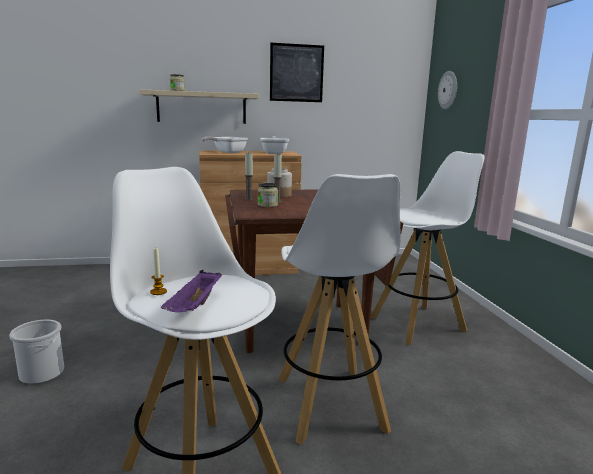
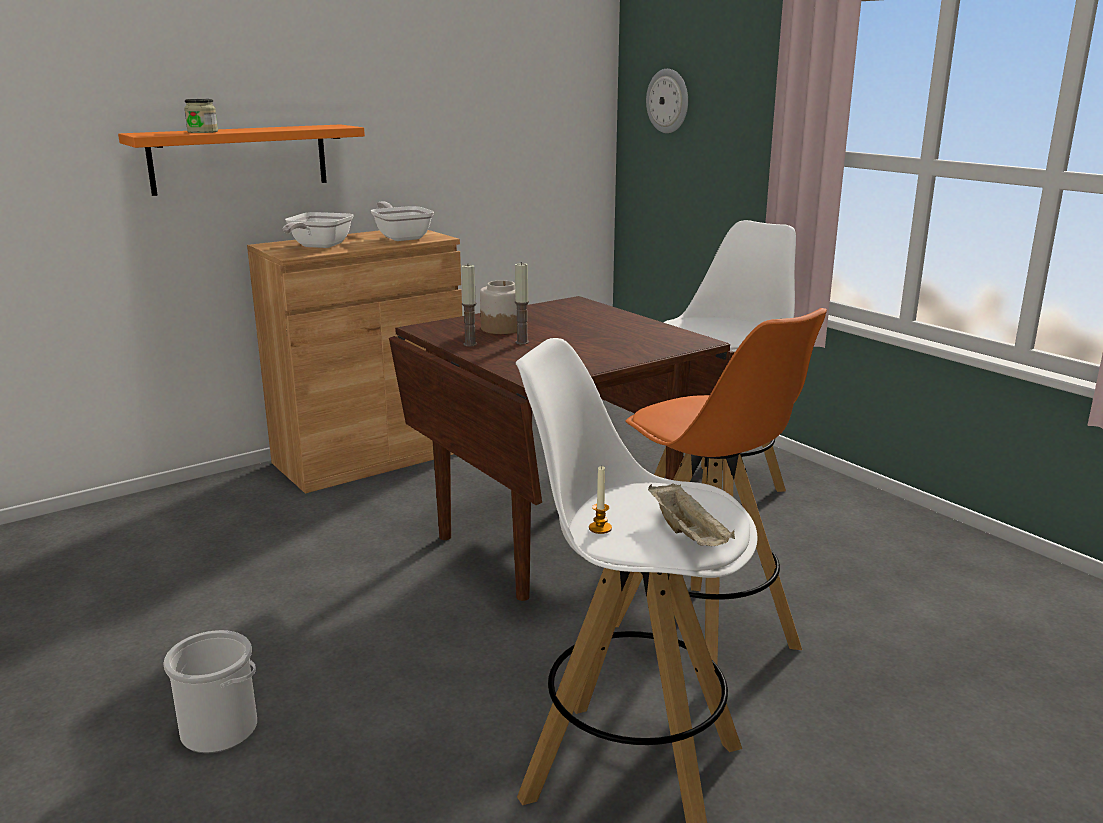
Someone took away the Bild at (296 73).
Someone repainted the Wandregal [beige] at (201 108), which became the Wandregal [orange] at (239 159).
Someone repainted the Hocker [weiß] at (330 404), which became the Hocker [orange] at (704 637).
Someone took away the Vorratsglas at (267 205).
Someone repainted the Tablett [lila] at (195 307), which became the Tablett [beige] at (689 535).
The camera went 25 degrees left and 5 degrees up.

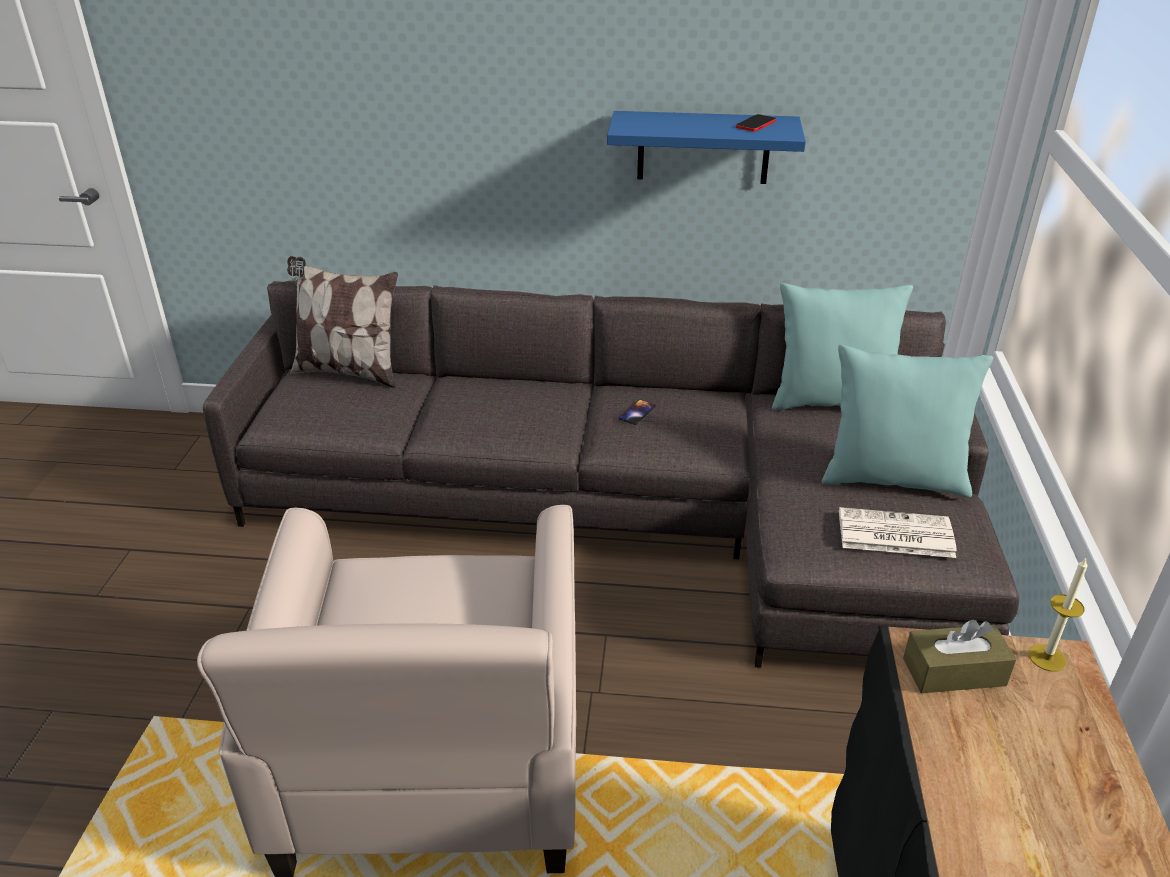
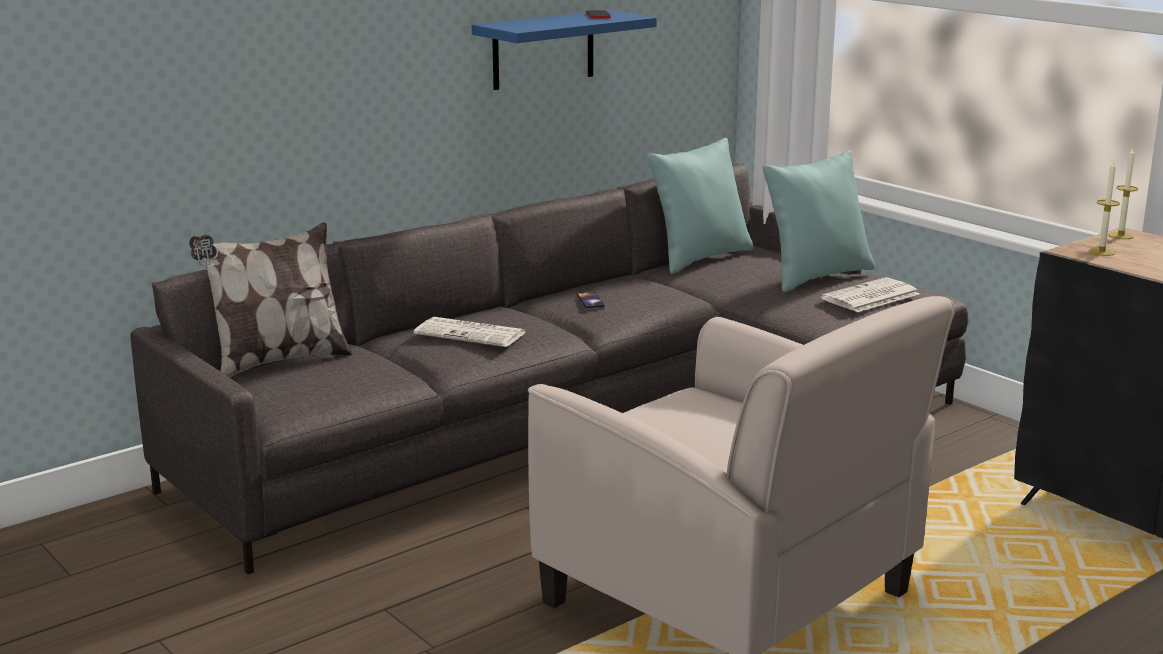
Someone swapped the Taschentuchbox [braun] at (954 672) for the Kerze at (1101 252).
Someone put down the Zeitung at (472 333).
The camera went 45 degrees left and 15 degrees down.

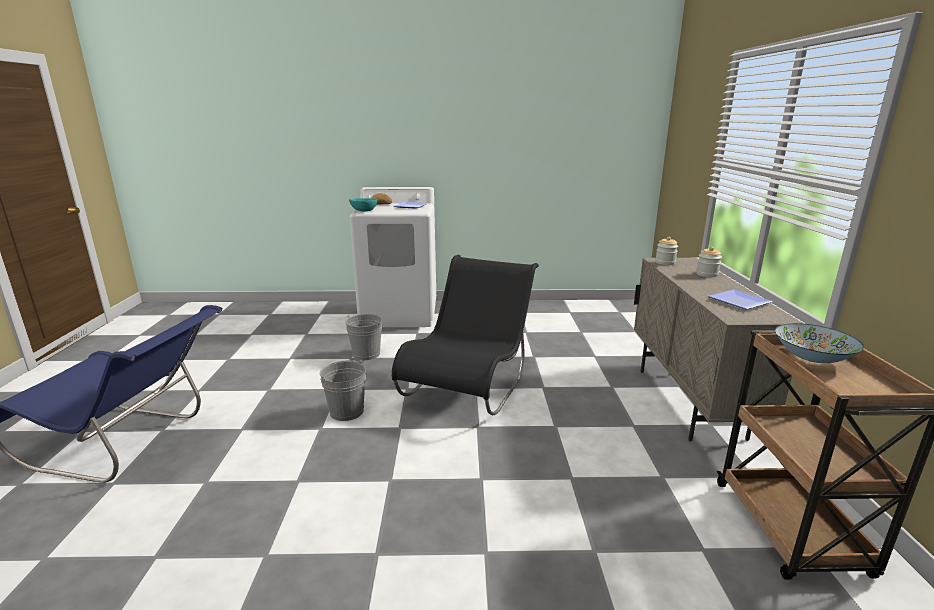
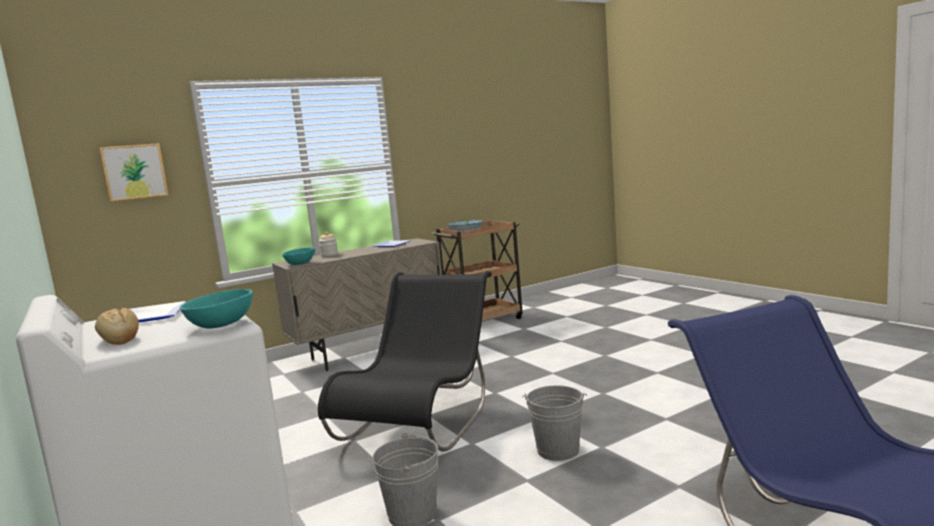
Someone swapped the Vorratsglas at (665 262) for the Schüssel [türkis] at (300 263).
Someone rotated the Stuhl [schwarz] at (470 383) by 120 degrees clockwise.
Someone put up the Bild at (134 172).
The camera went 120 degrees left and 10 degrees down.

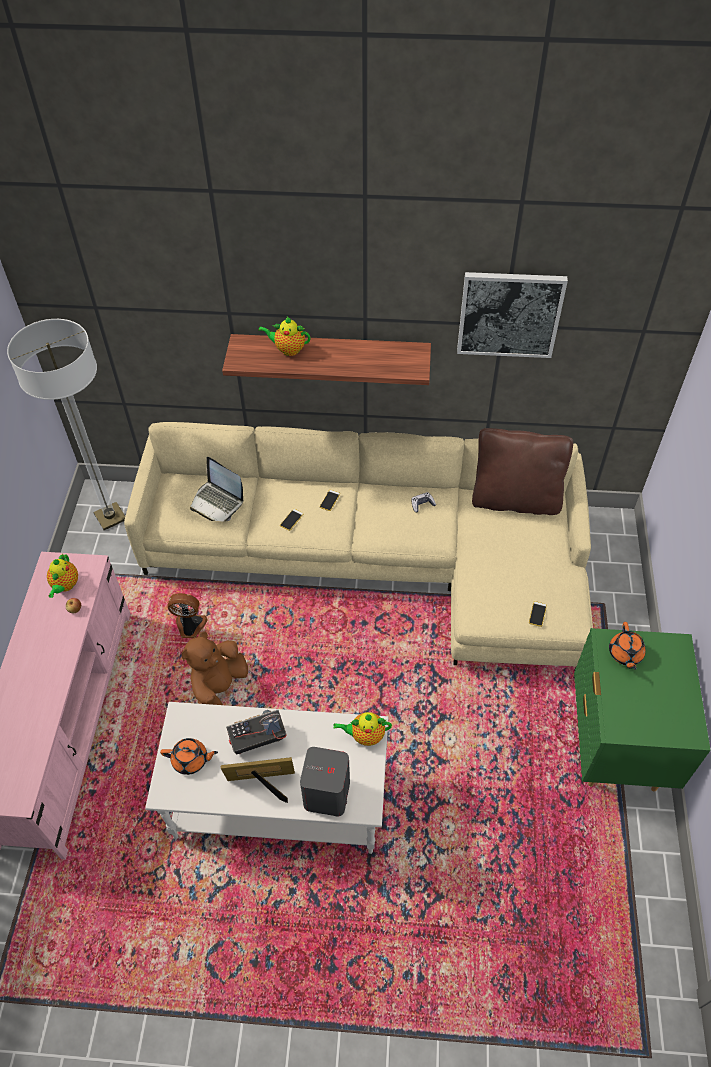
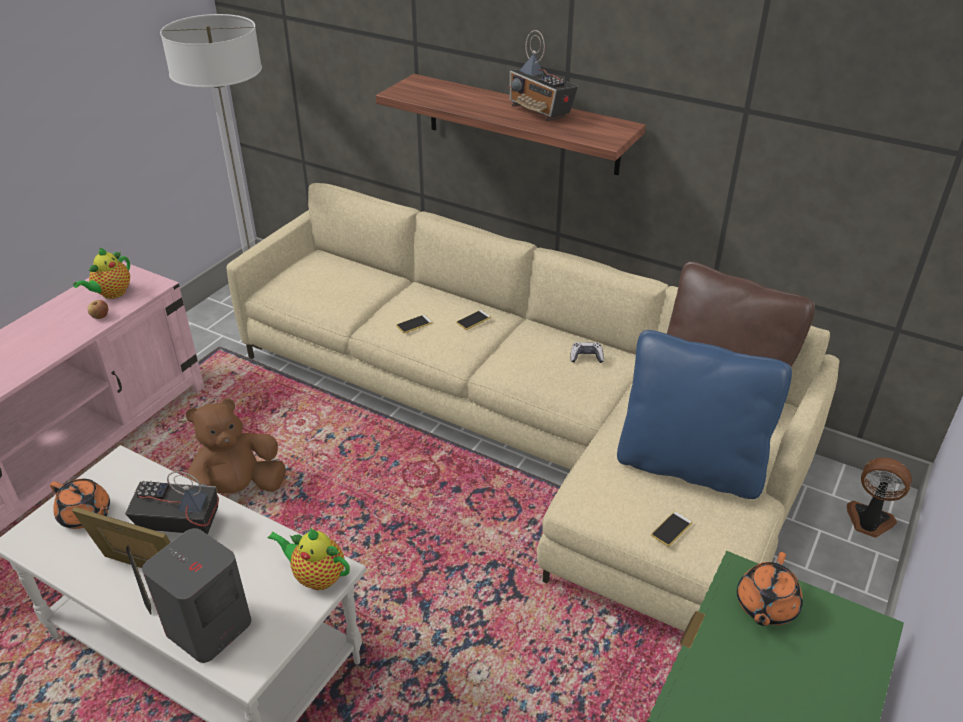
Someone took away the Bild at (509 314).
Someone took away the Teekanne at (288 349).
Someone took away the Laptop at (217 502).
Someone carried the Ventilator from (190 627) to (868 521).
Someone put down the Radio at (540 112).
Someone put down the Kissen [blau] at (689 466).
The camera went 25 degrees right and 15 degrees down.

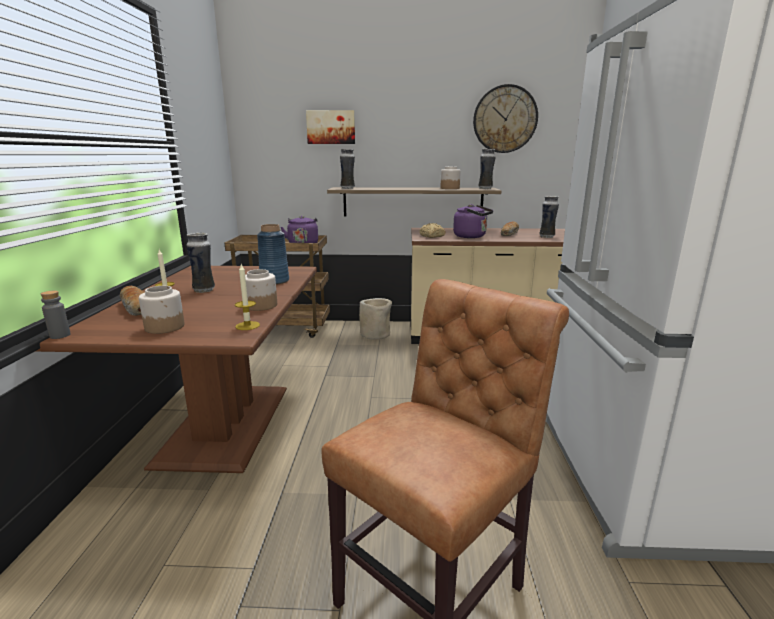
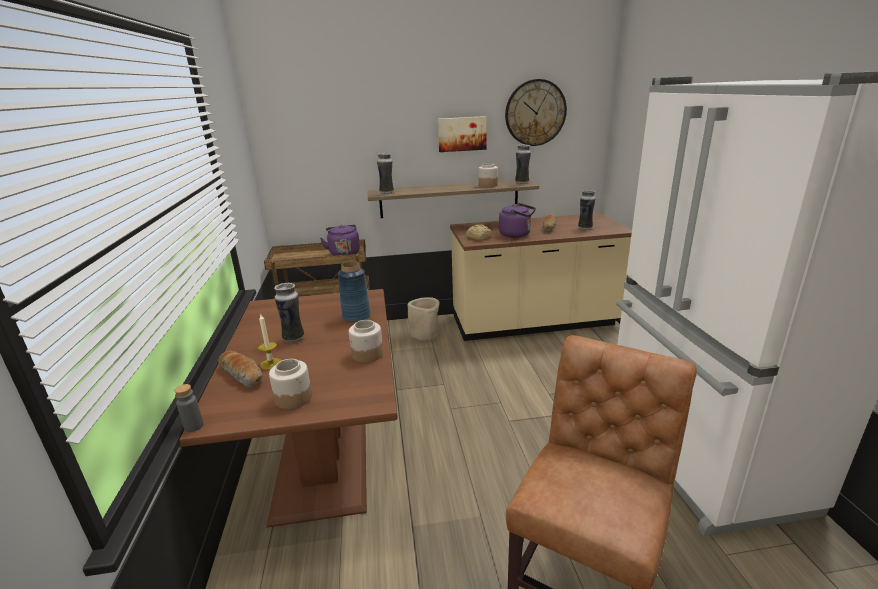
Someone carried the Bild from (331 127) to (462 134).
Someone took away the Kerze at (247 326).
The camera went 10 degrees left and 5 degrees up.

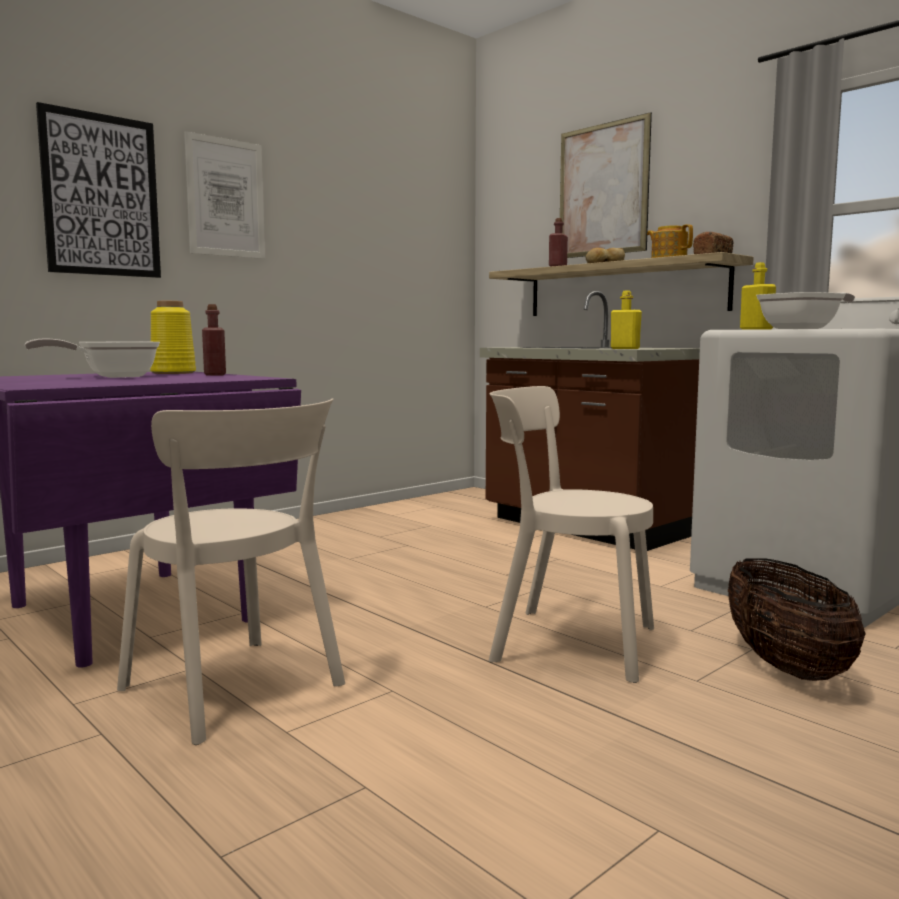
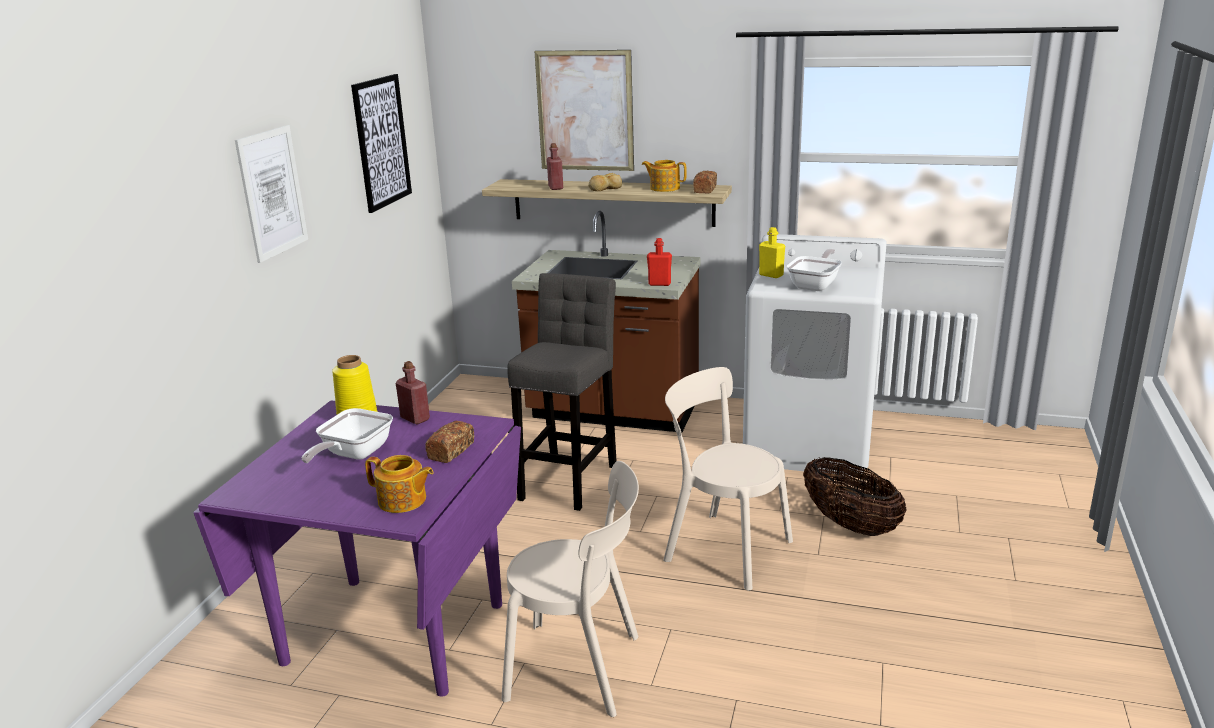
Someone carried the Bild from (101 195) to (381 142).
Someone repainted the Flasche [gelb] at (625 348), which became the Flasche [rot] at (659 284).
Someone rotated the Stuhl [beige] at (565 642) by 45 degrees clockwise.
Someone put down the Hocker [grau] at (570 479).
Someone put down the Brot at (451 451).
Someone put down the Teekanne at (403 501).
The camera went 30 degrees left and 15 degrees up.

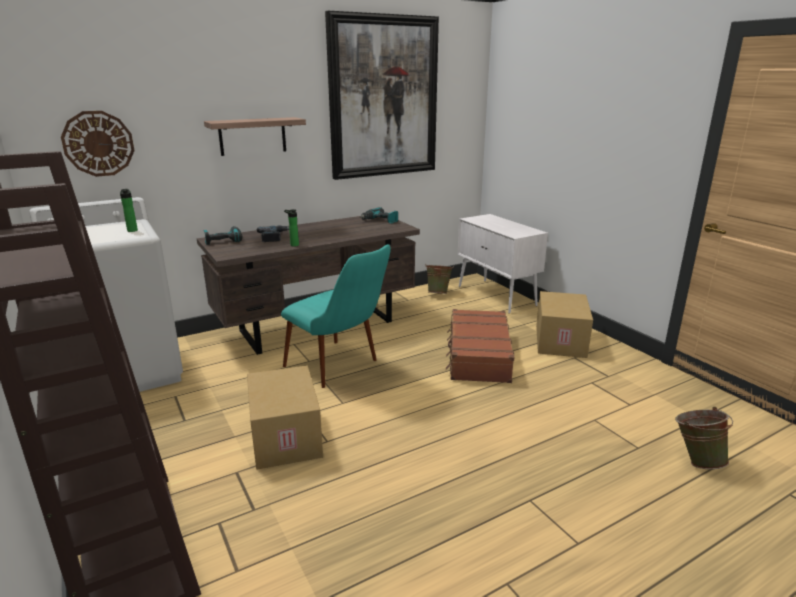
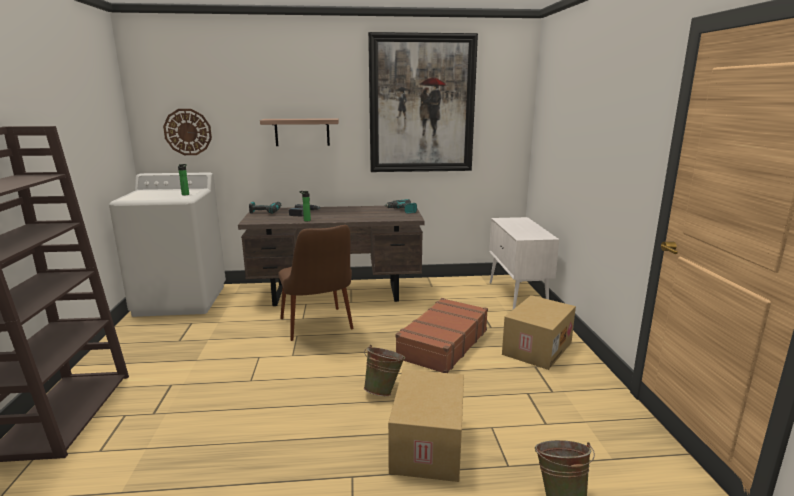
Someone repainted the Stuhl [türkis] at (340 368), which became the Stuhl [braun] at (319 329).
Someone carried the Eimer [grün] from (438 293) to (384 391).
Someone carried the Karton from (284 436) to (426 444).
The camera went 25 degrees right and 5 degrees down.

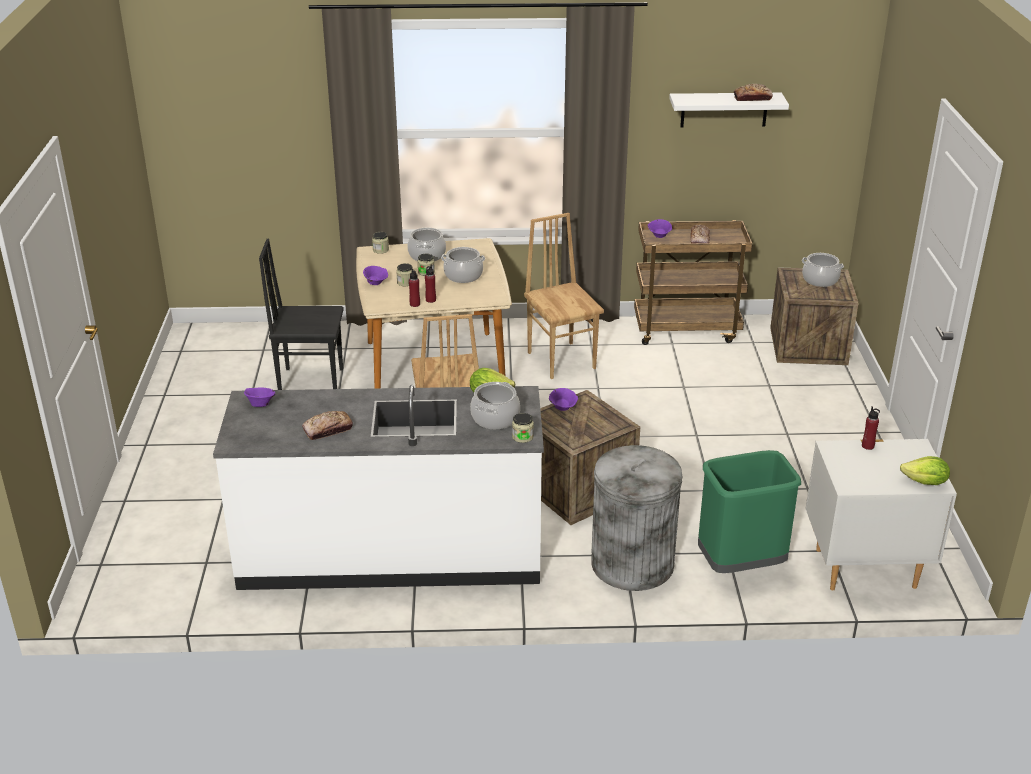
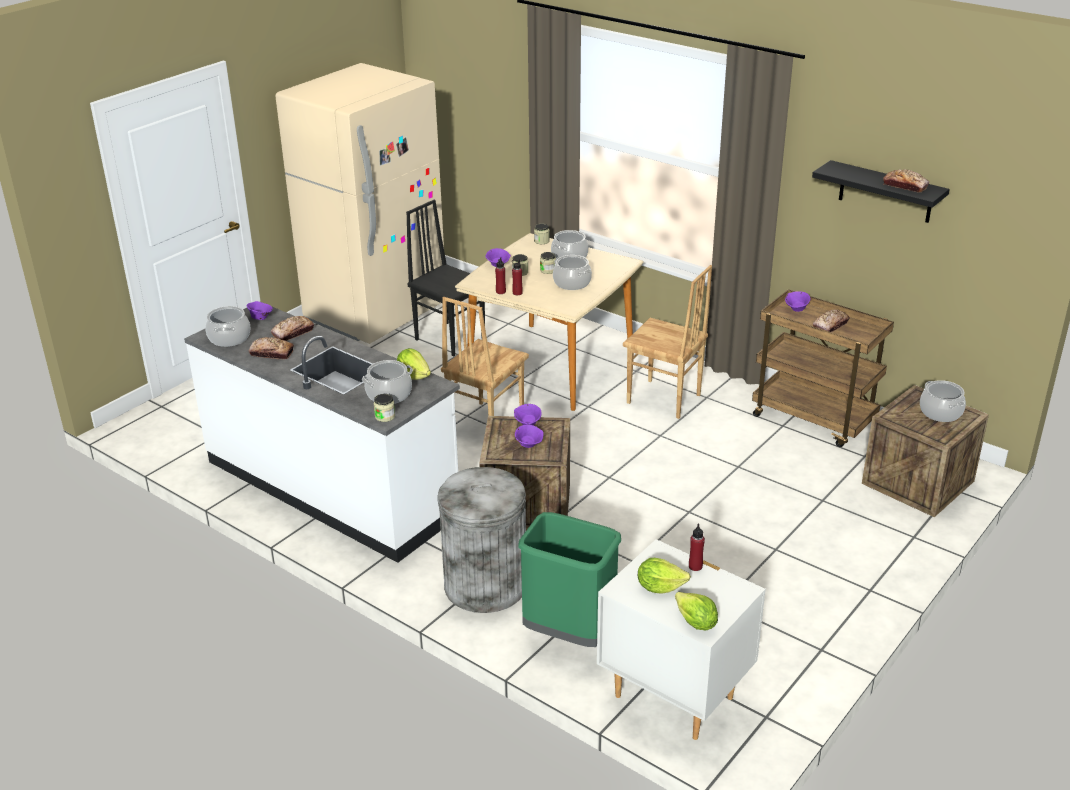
Someone repainted the Wandregal [weiß] at (724 109), which became the Wandregal [schwarz] at (885 192).
Someone rotated the Stuhl [braun] at (562 360) by 105 degrees clockwise.
Someone put down the Kühlschrank [beige] at (376 313).
Someone put down the Kochtopf at (229 338).
Someone put down the Brot at (293 333).
Someone put down the Schüssel [lila] at (529 445).
Someone put down the Salatkopf at (659 587).
The camera went 40 degrees right and 0 degrees up.

